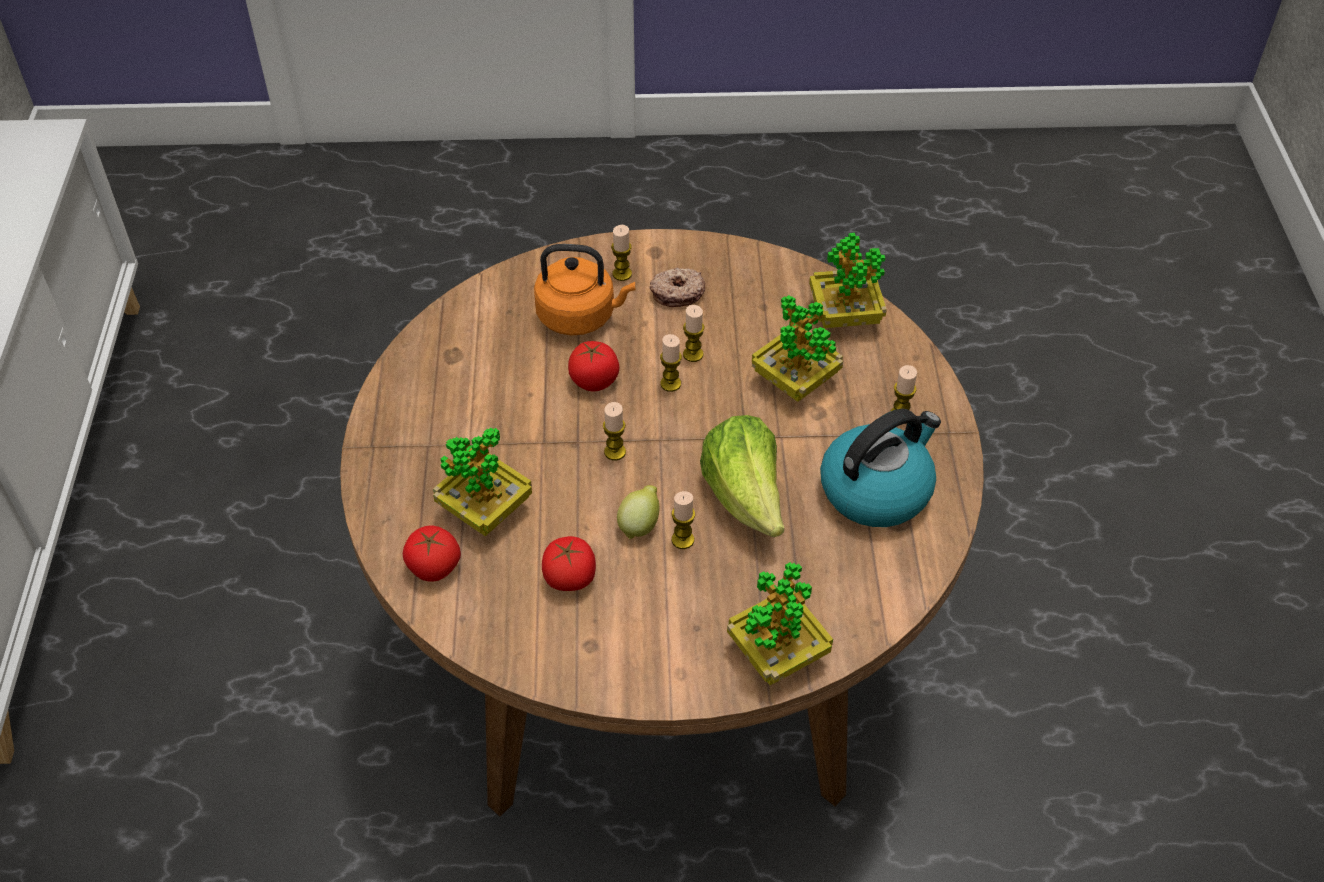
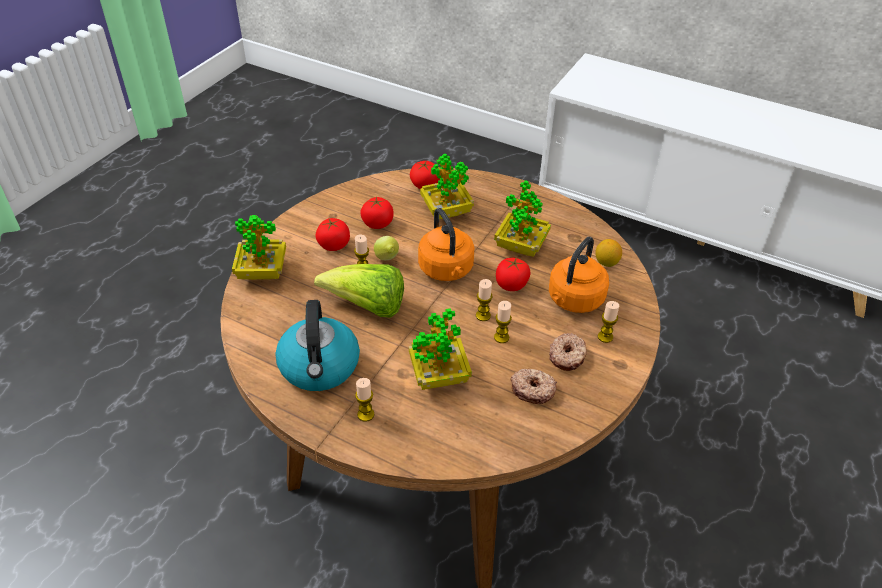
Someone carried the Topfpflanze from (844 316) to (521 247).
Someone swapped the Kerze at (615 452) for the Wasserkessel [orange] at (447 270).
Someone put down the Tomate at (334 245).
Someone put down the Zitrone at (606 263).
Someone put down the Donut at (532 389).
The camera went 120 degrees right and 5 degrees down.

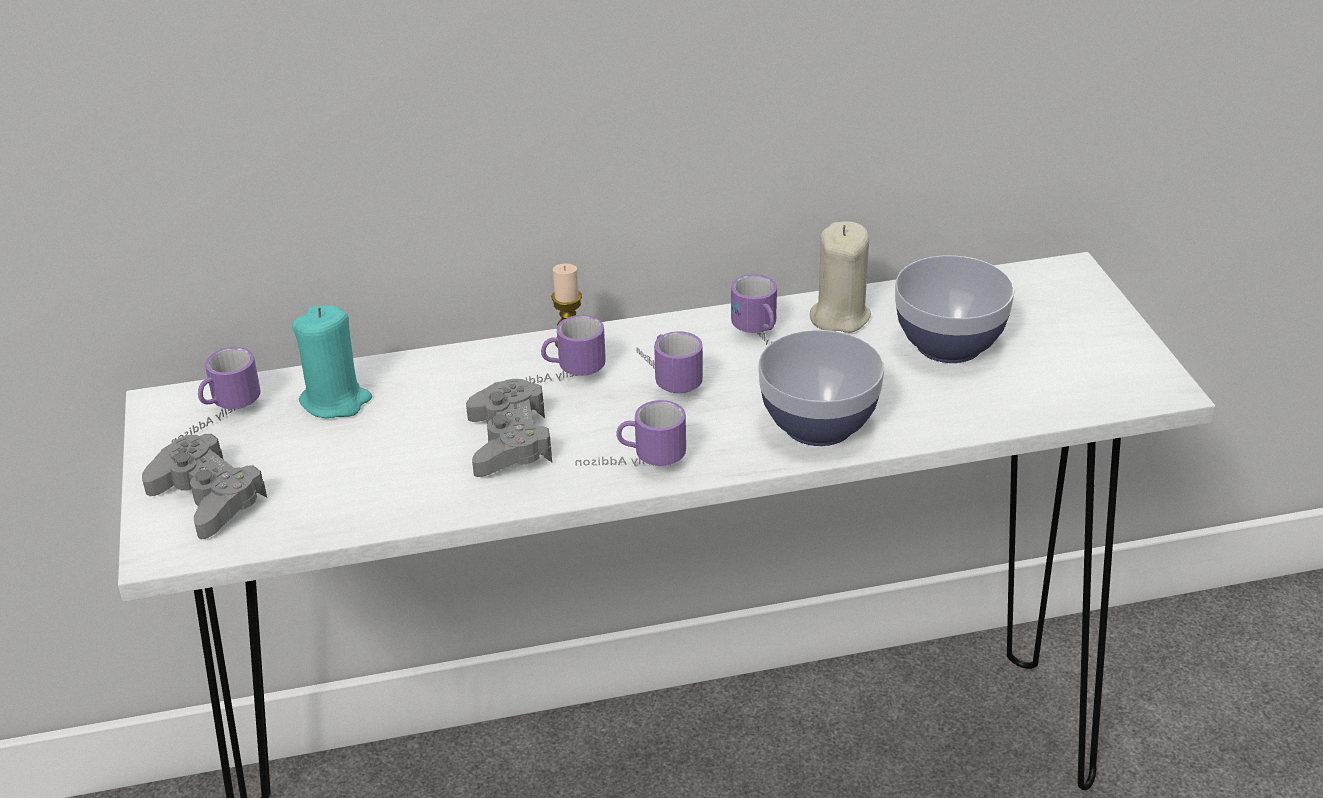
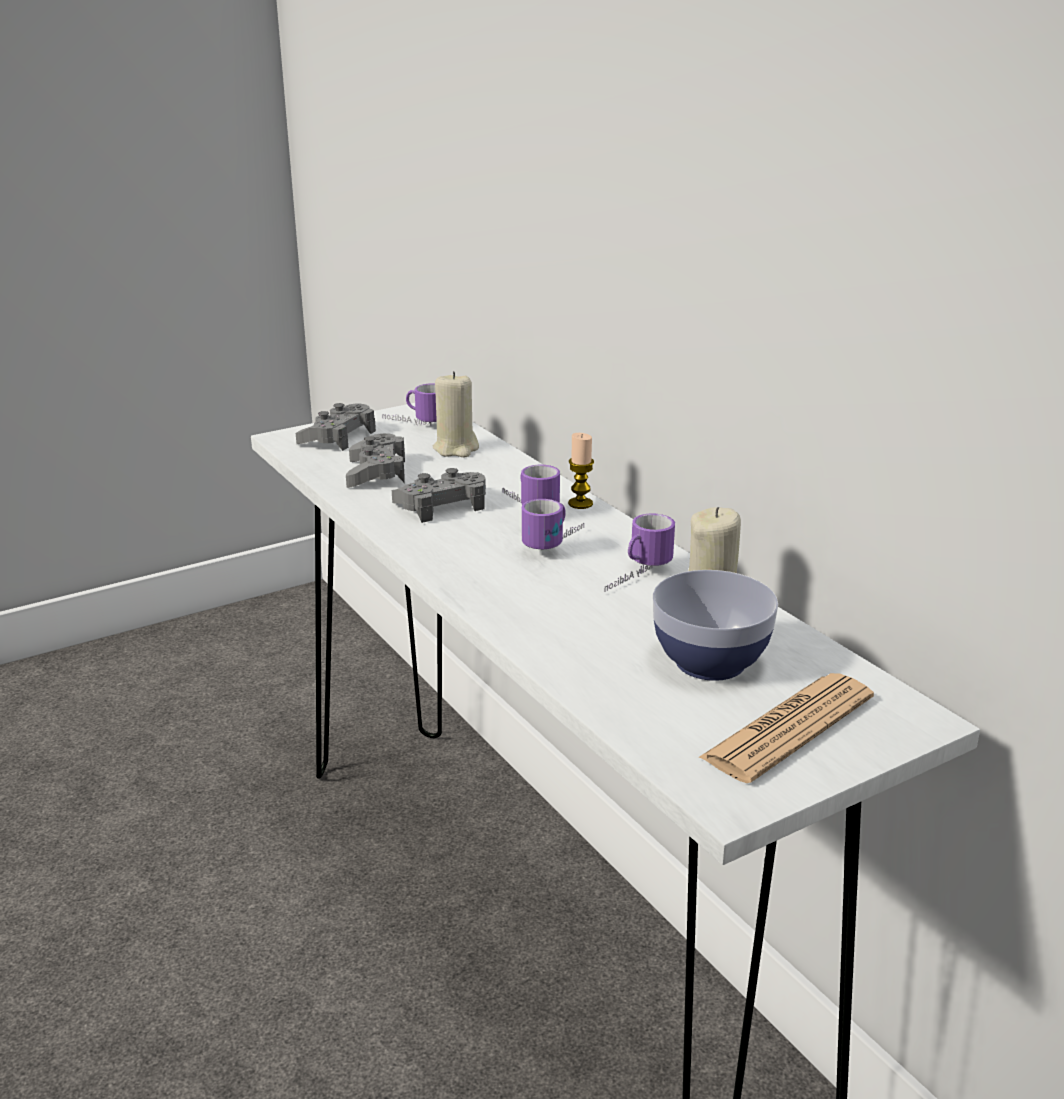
Someone repainted the Kerze [türkis] at (335 401), which became the Kerze [beige] at (456 449).
Someone took away the Schüssel at (818 425).
Someone took away the Henkelbecher at (631 464).
Someone put down the Gamepad [grau] at (376 472).
Someone put down the Zeitung at (788 728).
The camera went 70 degrees right and 10 degrees down.

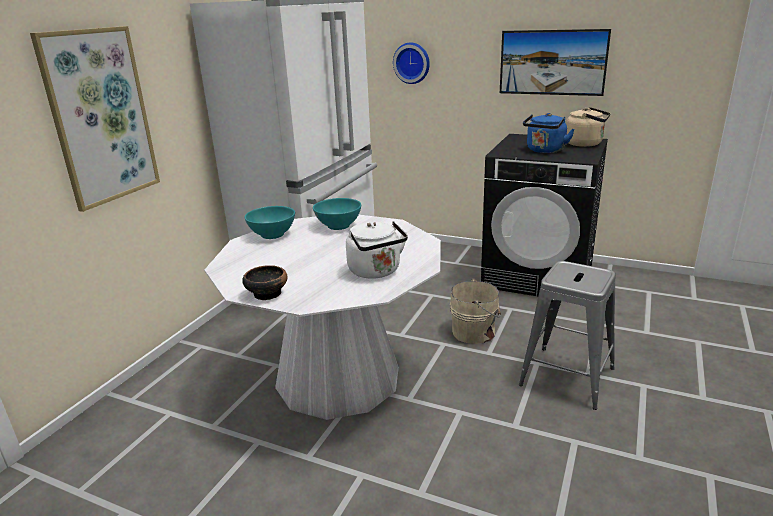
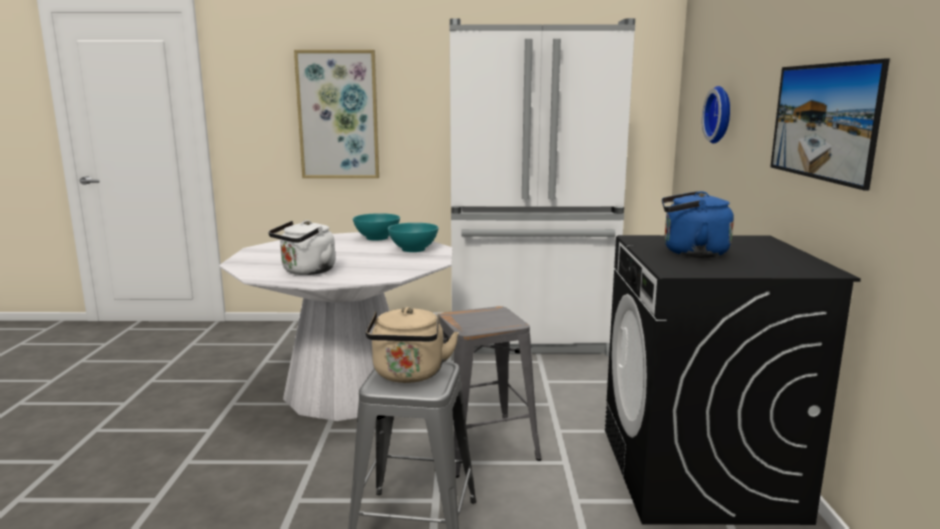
Someone carried the Wasserkessel [beige] from (586 144) to (409 375).
Someone took away the Schüssel at (266 293).
Someone swapped the Eimer [beige] at (475 332) for the Hocker [grau] at (483 446).
The camera went 65 degrees right and 10 degrees down.

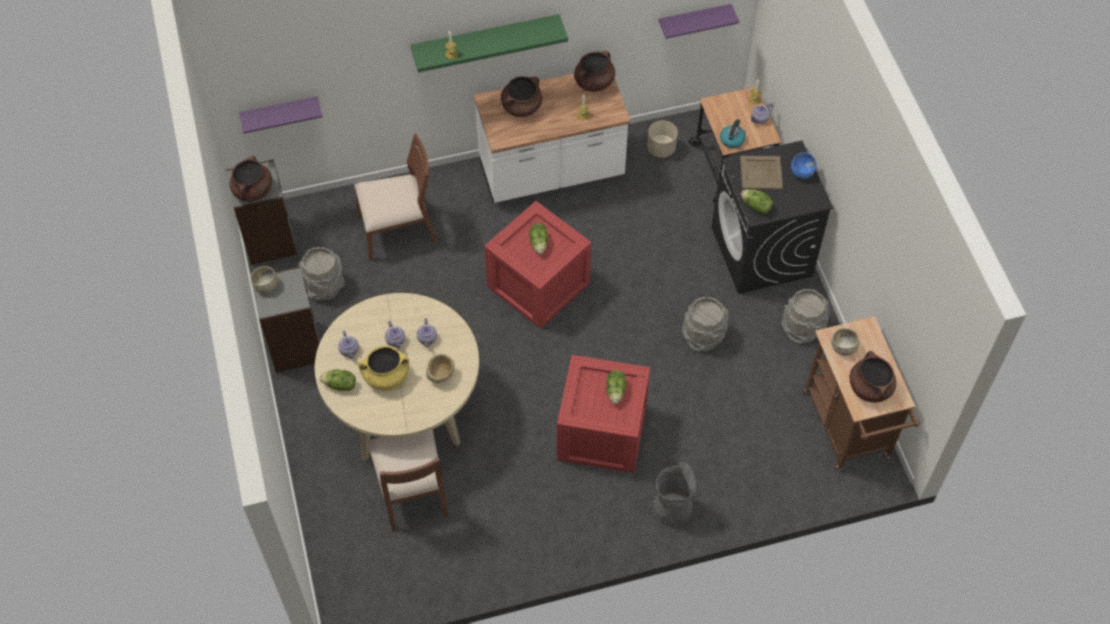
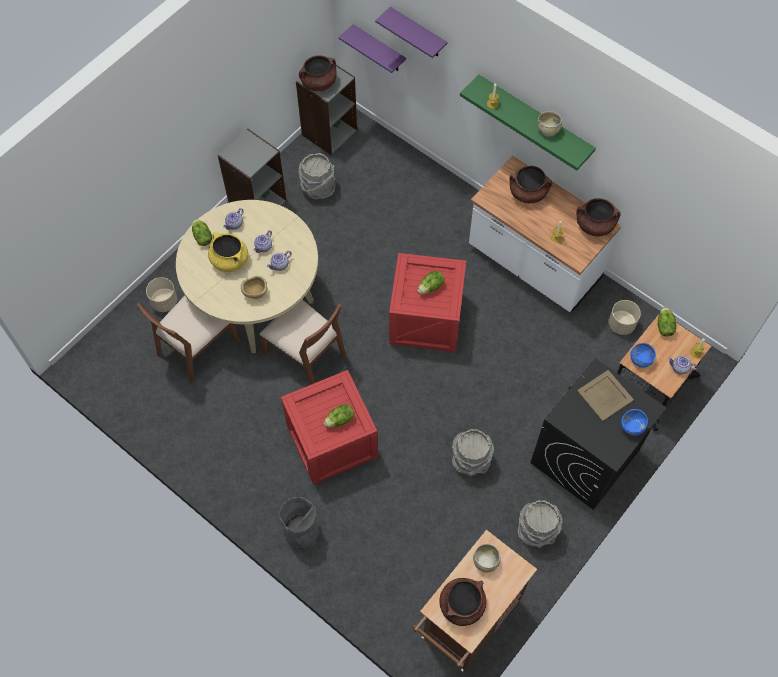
Someone carried the Wandregal [lila] from (693 21) to (418 33).
Someone swapped the Wasserkessel at (732 139) for the Schüssel [blau] at (640 360).
Someone carried the Stuhl [braun] from (398 229) to (306 354).
Someone carried the Salatkopf from (756 207) to (664 326).
Someone carried the Schüssel [beige] from (266 285) to (548 130).
Someone put down the Pflanzkübel [beige] at (164 302).
The camera went 55 degrees right and 5 degrees up.

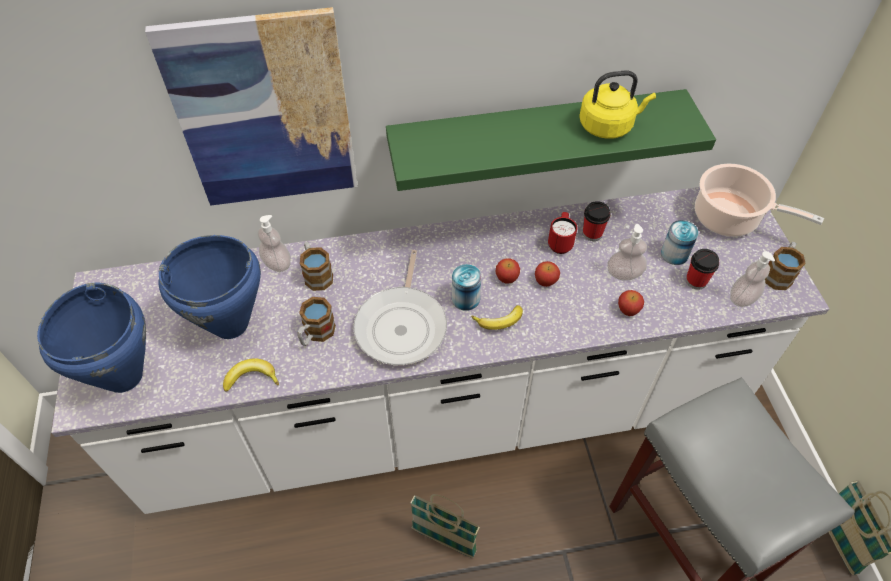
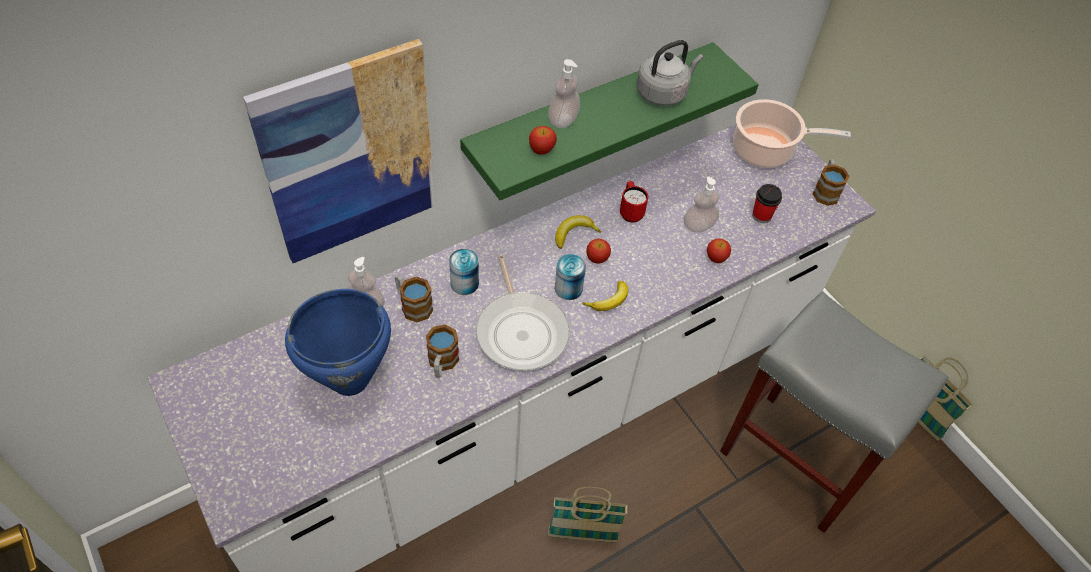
Someone repainted the Wasserkessel [gelb] at (608 126), which became the Wasserkessel [grau] at (663 92).
Someone took away the Tasse at (592 233).
Someone carried the Dose from (674 254) to (464 283).
Someone carried the Seifenspender from (742 298) to (563 120).
Someone carried the Apfel from (545 281) to (542 149).
Someone took away the Kochtopf [blau] at (123 377).
Someone carried the Banane from (251 378) to (574 234).
The camera went 25 degrees left and 0 degrees up.

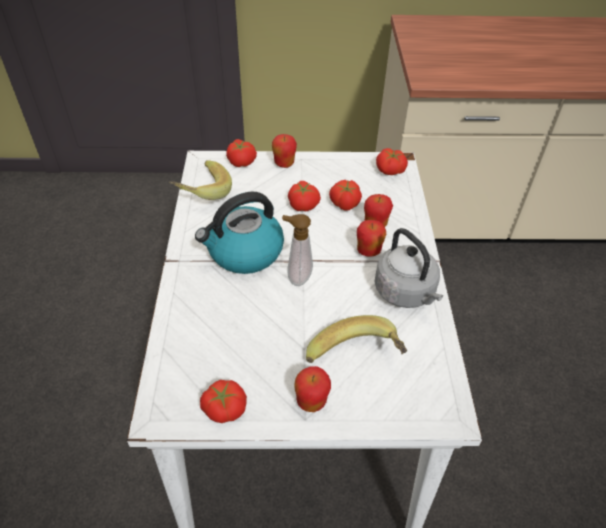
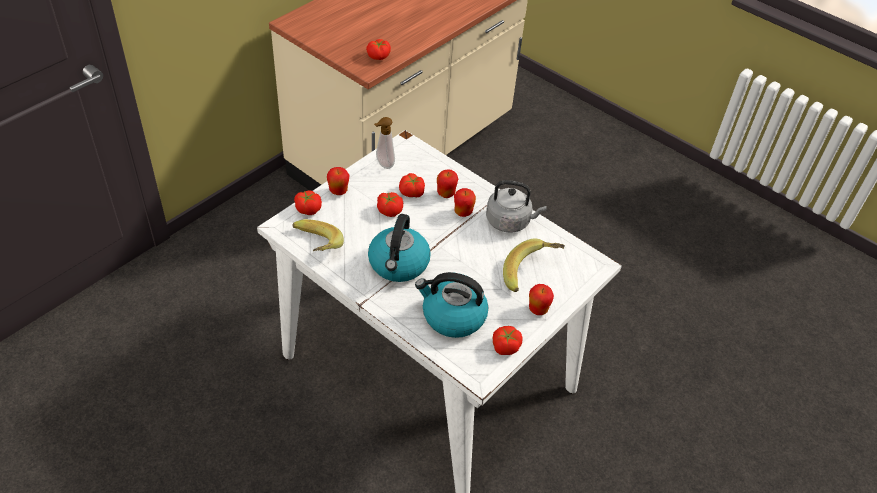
Someone carried the Tomate from (390 170) to (379 56).
Someone carried the Seifenspender from (297 277) to (383 165).
Someone put down the Wasserkessel at (452 316).
The camera went 50 degrees left and 0 degrees up.

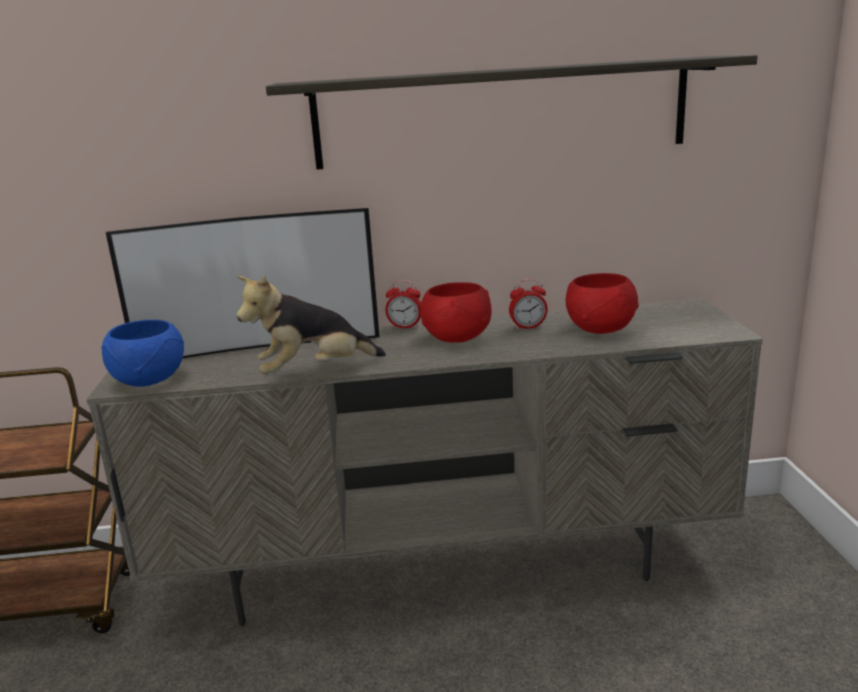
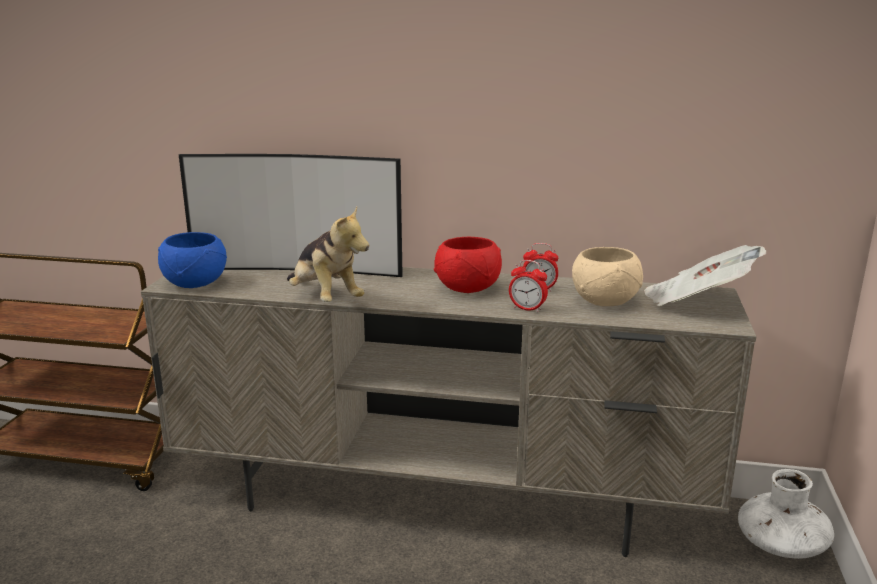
Someone took away the Wandregal at (501 113).
Someone repainted the Schüssel [rot] at (601 328), which became the Schüssel [beige] at (605 301).
Someone rotated the Plüschtier at (314 372) by 120 degrees counterclockwise.
Someone carried the Wecker from (405 327) to (527 309).
Someone put down the Zeitung at (697 302).
Someone put down the Vase [weiß] at (780 545).
The camera went 15 degrees right and 0 degrees up.

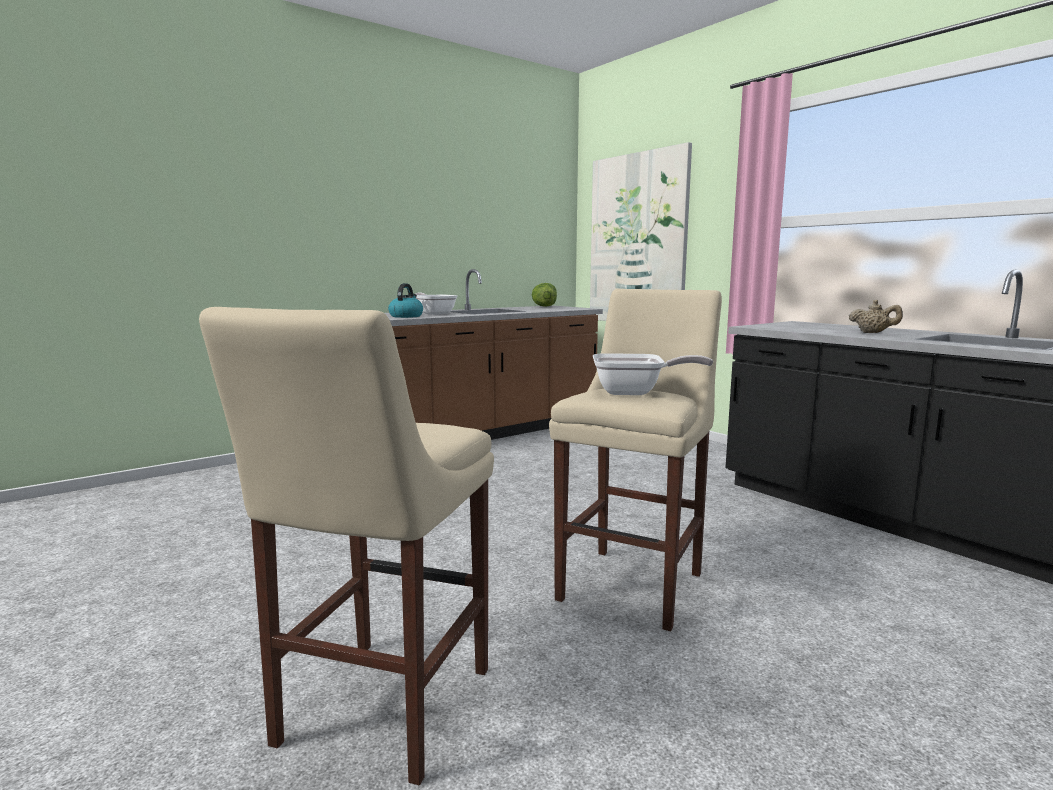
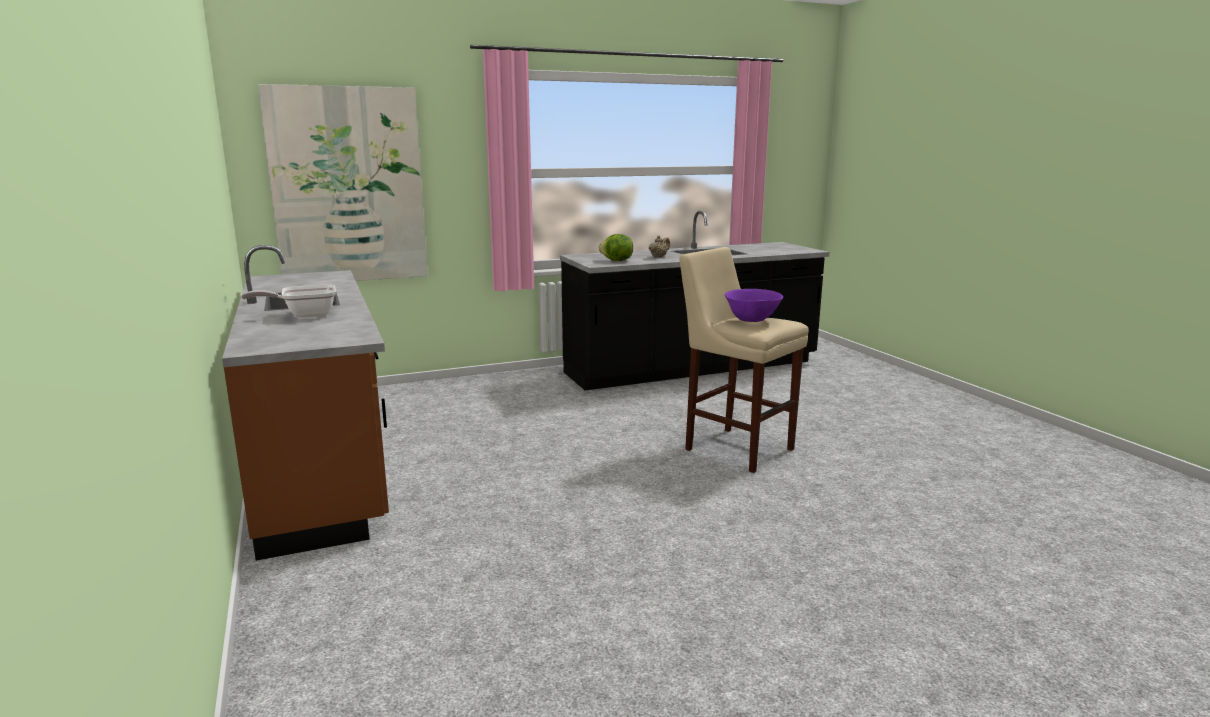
Someone took away the Wasserkessel at (406 316).
Someone carried the Salatkopf from (544 306) to (616 261).
Someone took away the Hocker [beige] at (379 712).
Someone swapped the Pfanne at (635 392) for the Schüssel [lila] at (752 321).
The camera went 75 degrees left and 5 degrees up.

